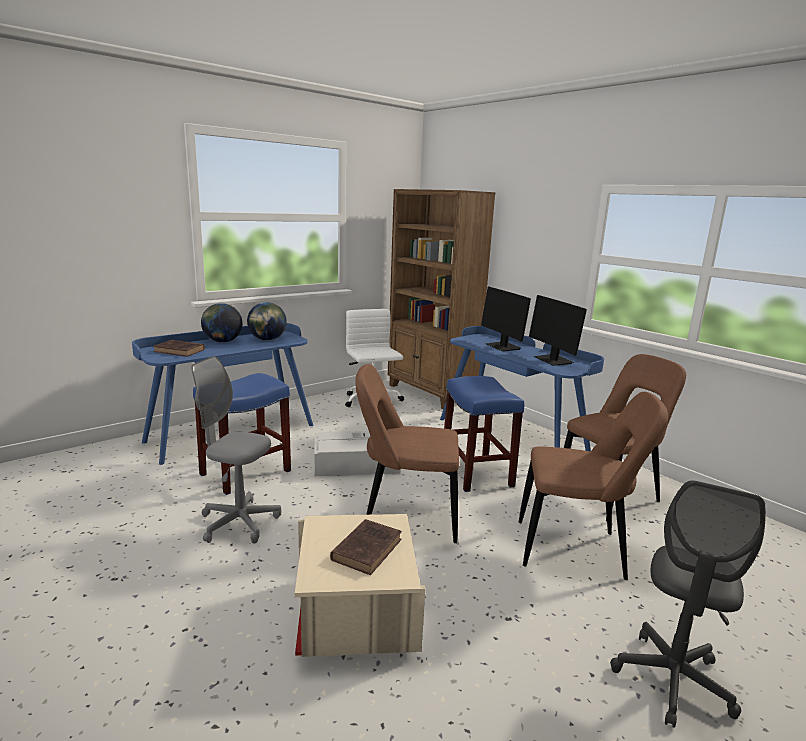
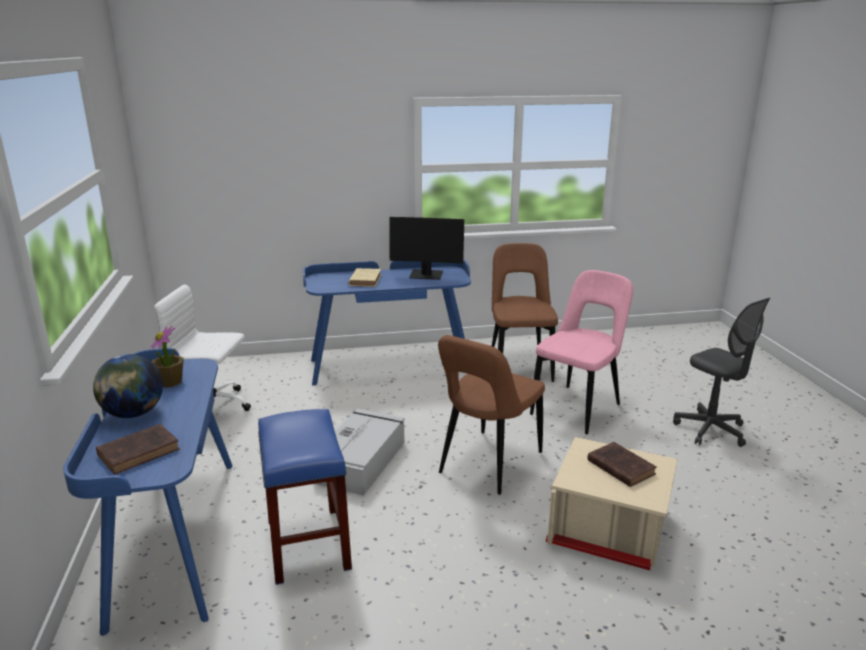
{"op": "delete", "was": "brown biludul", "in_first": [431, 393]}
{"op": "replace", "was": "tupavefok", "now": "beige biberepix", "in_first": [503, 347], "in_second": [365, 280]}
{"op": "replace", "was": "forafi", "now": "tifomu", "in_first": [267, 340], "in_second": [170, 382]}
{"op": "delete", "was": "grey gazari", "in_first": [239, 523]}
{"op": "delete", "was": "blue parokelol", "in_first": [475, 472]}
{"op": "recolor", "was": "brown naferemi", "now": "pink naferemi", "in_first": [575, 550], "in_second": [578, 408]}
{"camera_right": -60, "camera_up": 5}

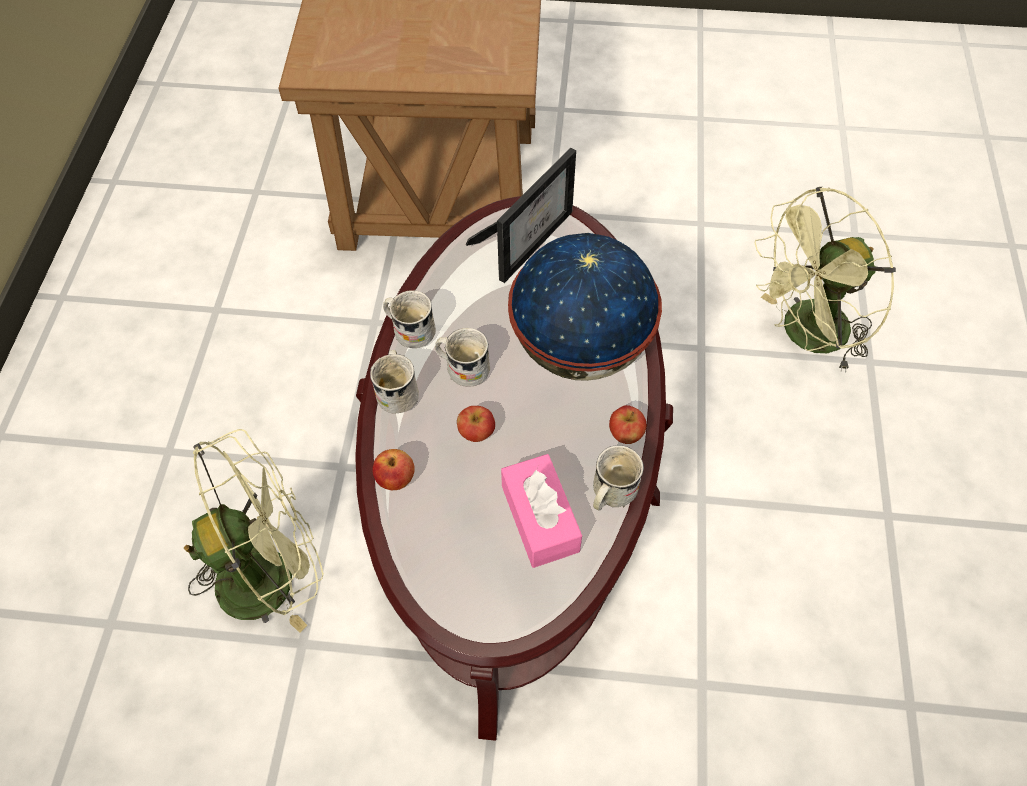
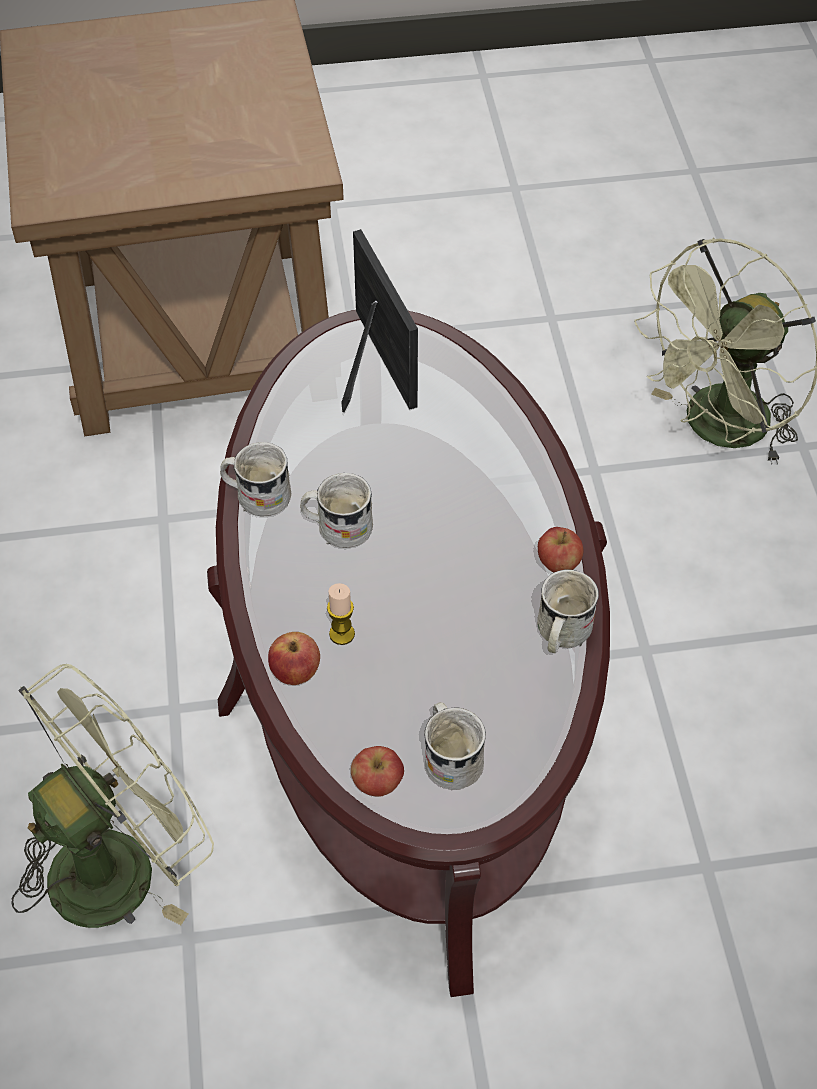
{"op": "rotate", "was": "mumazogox", "in_first": [528, 238], "in_second": [370, 360], "clockwise": -45}
{"op": "delete", "was": "forafi", "in_first": [579, 349]}
{"op": "move", "was": "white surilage", "in_first": [398, 390], "in_second": [451, 756]}
{"op": "move", "was": "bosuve", "in_first": [476, 432], "in_second": [377, 782]}
{"op": "delete", "was": "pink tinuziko", "in_first": [540, 518]}
{"op": "insert", "now": "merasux", "in_second": [342, 634]}
{"camera_right": -15, "camera_up": -5}

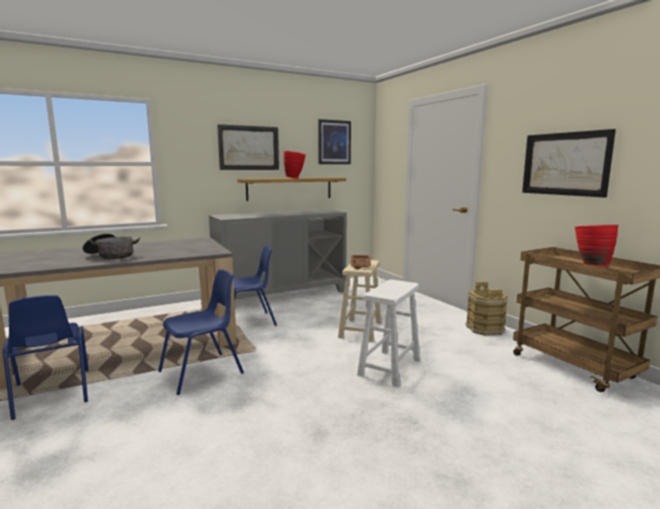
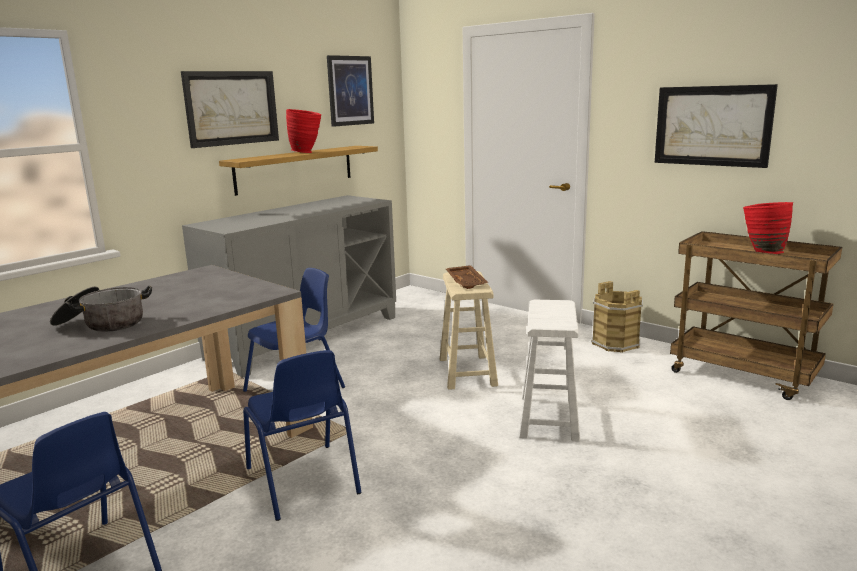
{"op": "rotate", "was": "blue naferemi", "in_first": [202, 372], "in_second": [303, 482], "clockwise": 120}
{"camera_right": -20, "camera_up": 5}

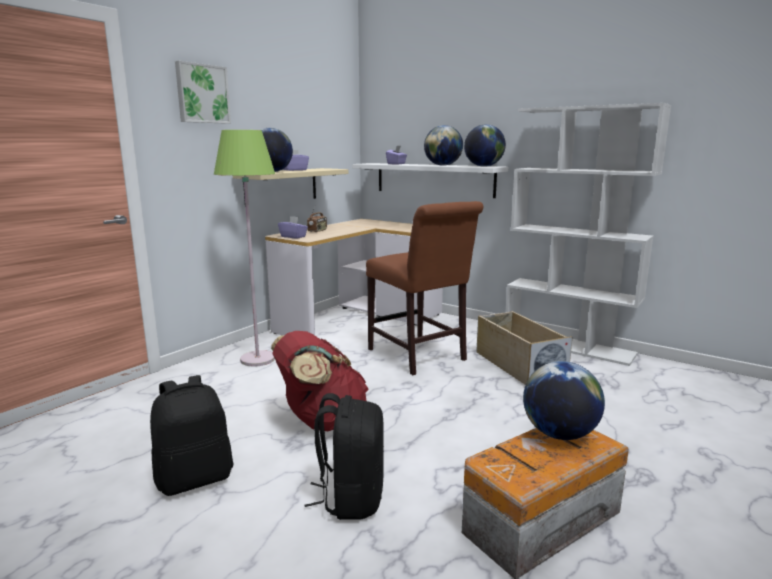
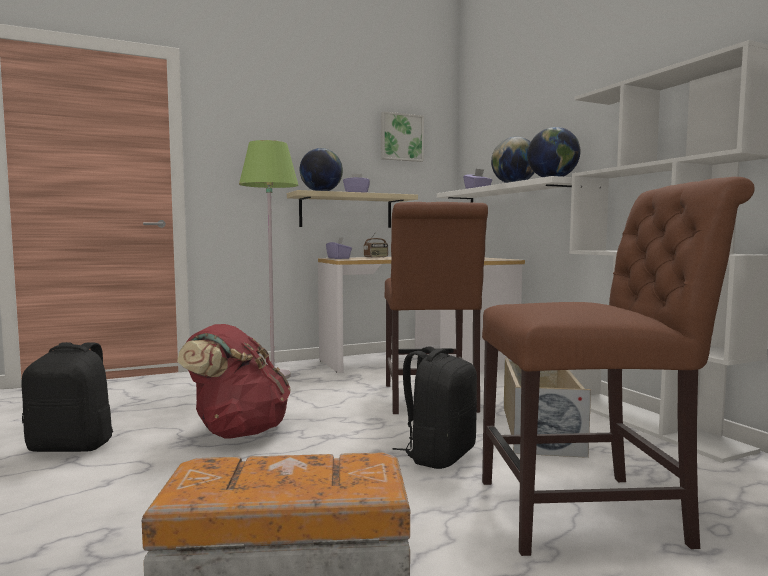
{"op": "move", "was": "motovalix", "in_first": [202, 94], "in_second": [401, 137]}
{"op": "delete", "was": "forafi", "in_first": [559, 434]}
{"op": "move", "was": "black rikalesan", "in_first": [351, 498], "in_second": [438, 455]}
{"op": "insert", "now": "brown naferemi", "in_second": [591, 512]}
{"camera_right": 30, "camera_up": -10}

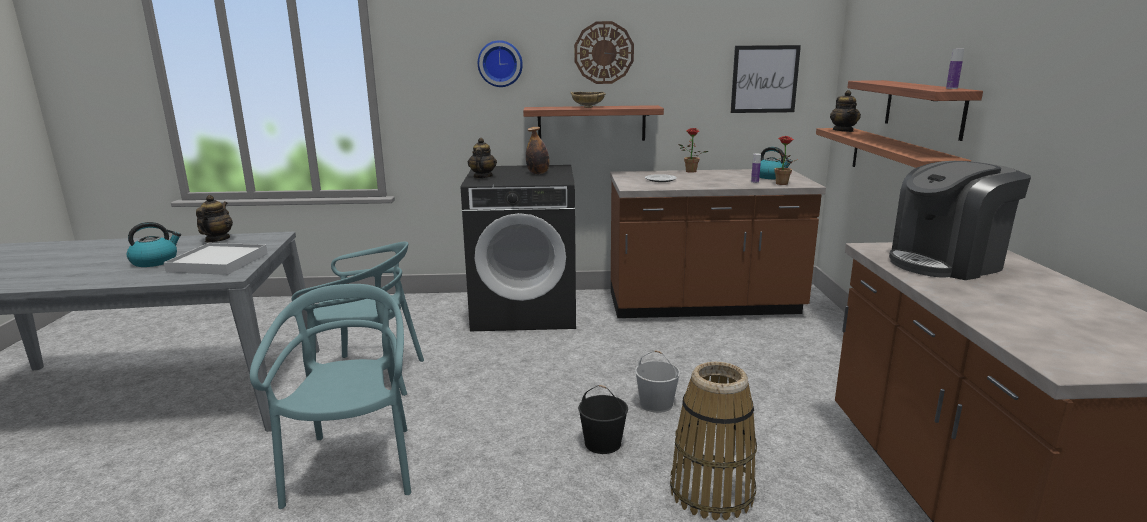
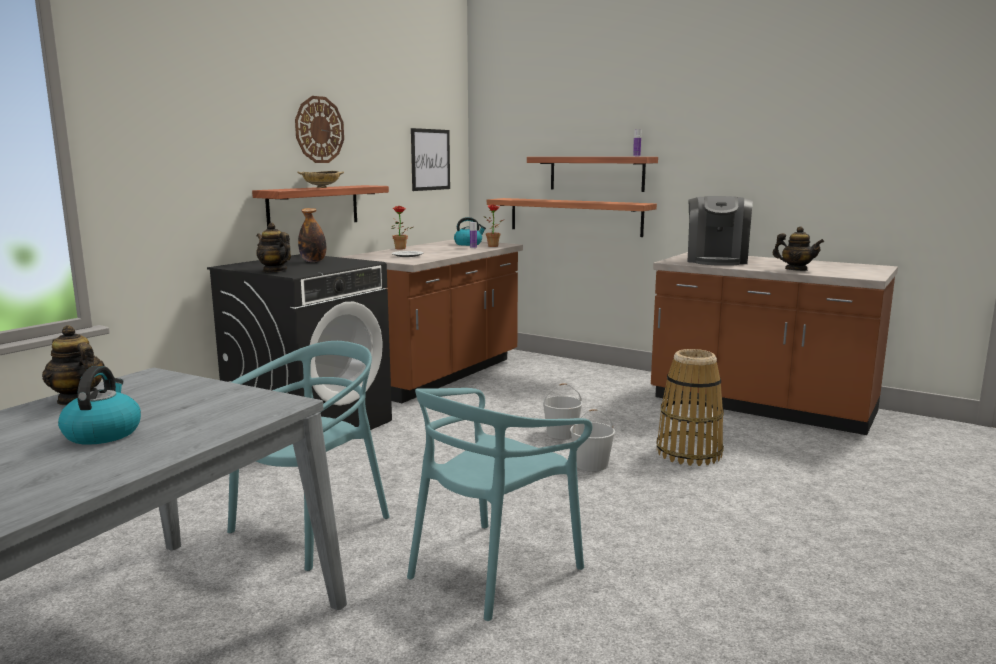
{"op": "delete", "was": "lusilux", "in_first": [500, 63]}
{"op": "move", "was": "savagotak", "in_first": [843, 131], "in_second": [796, 270]}
{"op": "delete", "was": "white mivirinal", "in_first": [218, 262]}
{"op": "rotate", "was": "turquoise naferemi", "in_first": [354, 467], "in_second": [493, 569], "clockwise": -75}
{"op": "recolor", "was": "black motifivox", "now": "white motifivox", "in_first": [602, 443], "in_second": [591, 464]}
{"camera_right": -55, "camera_up": -5}

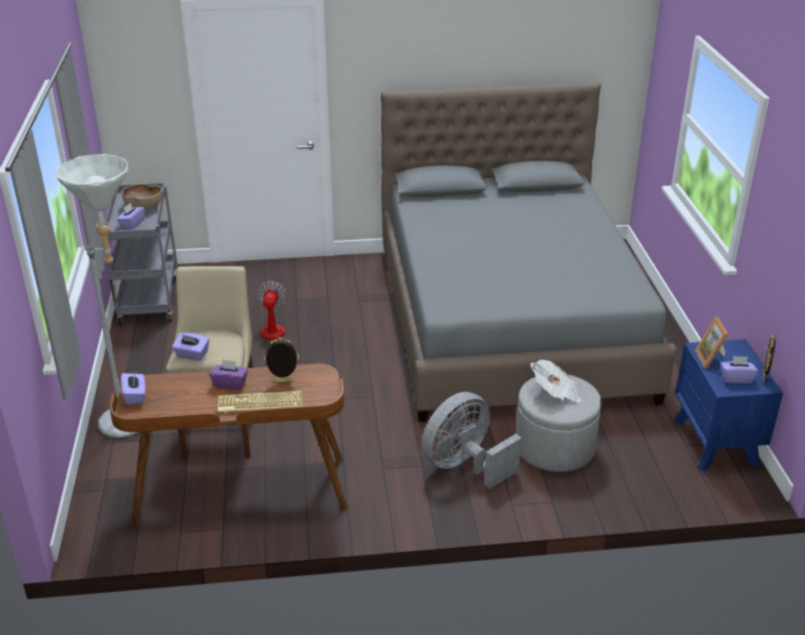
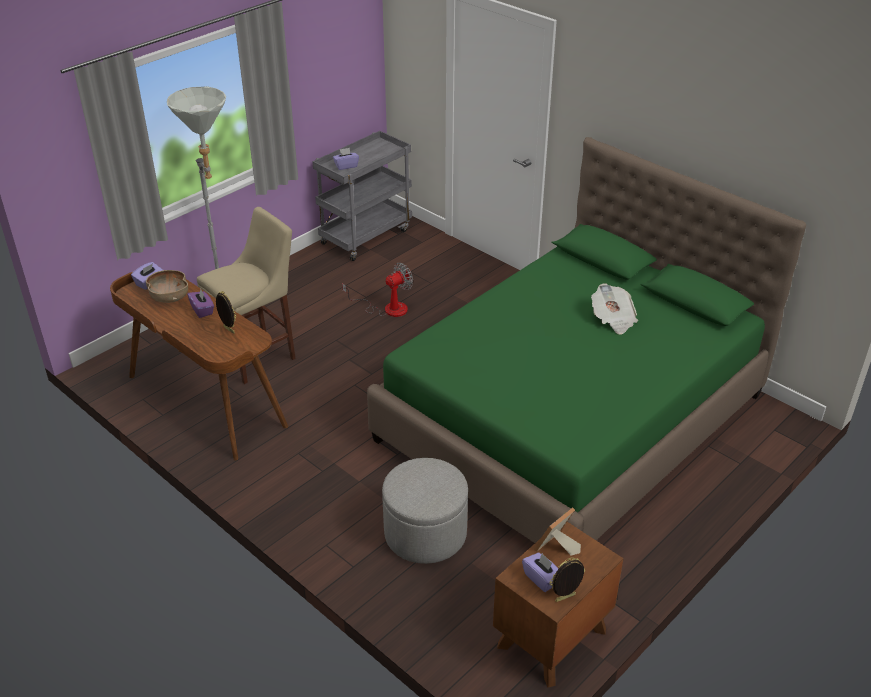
{"op": "recolor", "was": "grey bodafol", "now": "green bodafol", "in_first": [509, 321], "in_second": [571, 417]}
{"op": "move", "was": "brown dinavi", "in_first": [143, 207], "in_second": [169, 297]}
{"op": "delete", "was": "purple tinuziko", "in_first": [192, 354]}
{"op": "recolor", "was": "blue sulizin", "now": "brown sulizin", "in_first": [716, 442], "in_second": [551, 638]}
{"op": "move", "was": "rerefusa", "in_first": [555, 393], "in_second": [613, 319]}
{"op": "delete", "was": "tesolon", "in_first": [259, 403]}
{"op": "delete", "was": "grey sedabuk", "in_first": [464, 466]}
{"camera_right": 50, "camera_up": 5}

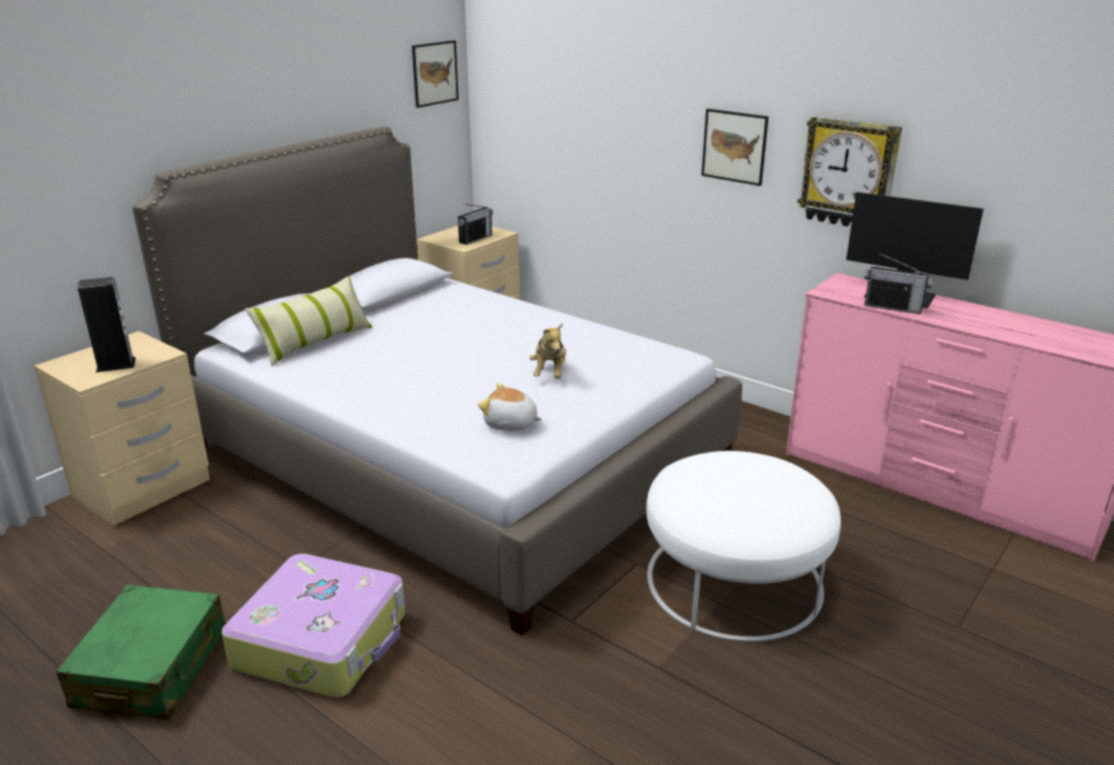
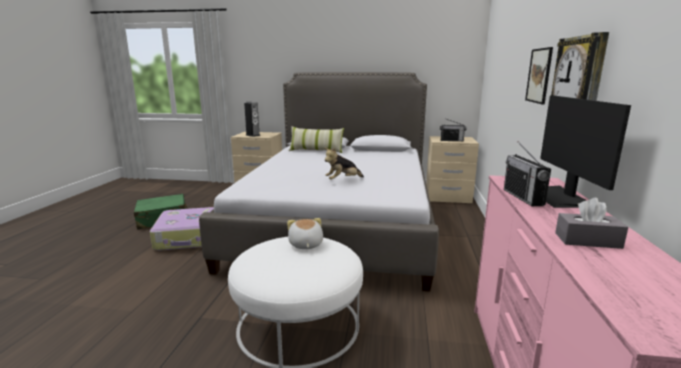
{"op": "delete", "was": "motovalix", "in_first": [435, 73]}
{"op": "move", "was": "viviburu", "in_first": [510, 424], "in_second": [305, 244]}
{"op": "insert", "now": "grey tinuziko", "in_second": [587, 240]}
{"camera_right": 60, "camera_up": -10}

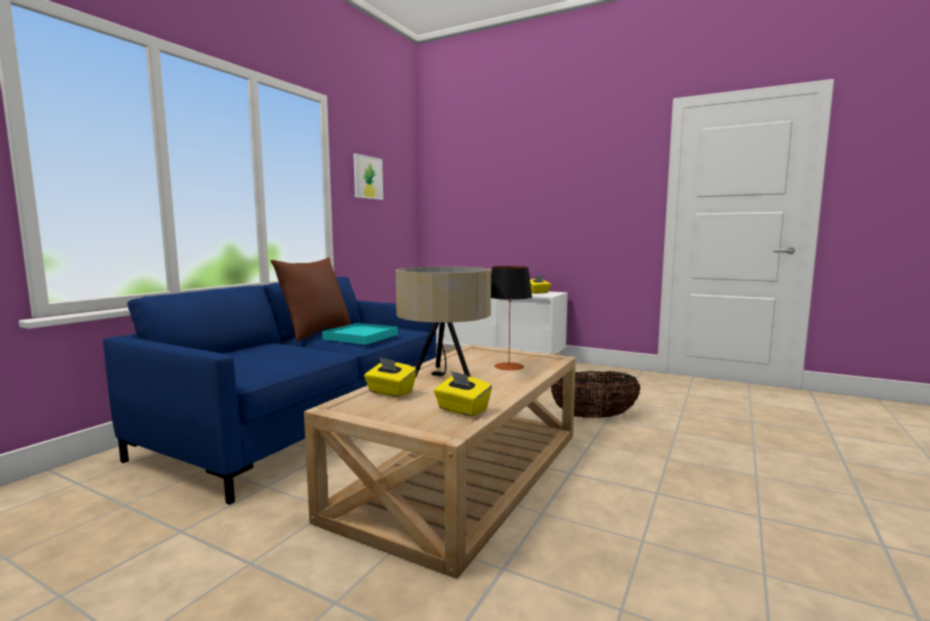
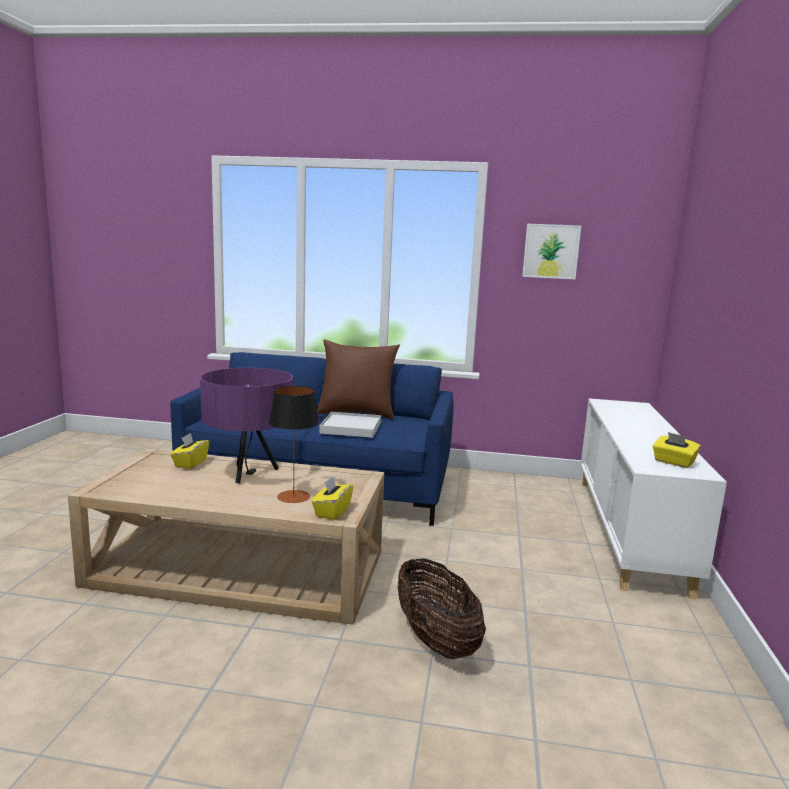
{"op": "recolor", "was": "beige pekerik", "now": "purple pekerik", "in_first": [444, 376], "in_second": [248, 475]}
{"op": "recolor", "was": "turquoise mivirinal", "now": "white mivirinal", "in_first": [361, 337], "in_second": [351, 428]}
{"op": "move", "was": "yellow tinuziko", "in_first": [462, 410], "in_second": [332, 511]}
{"camera_right": 70, "camera_up": 5}

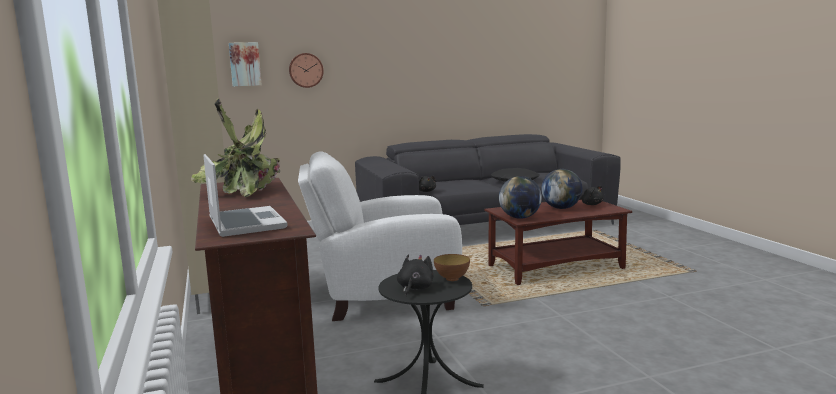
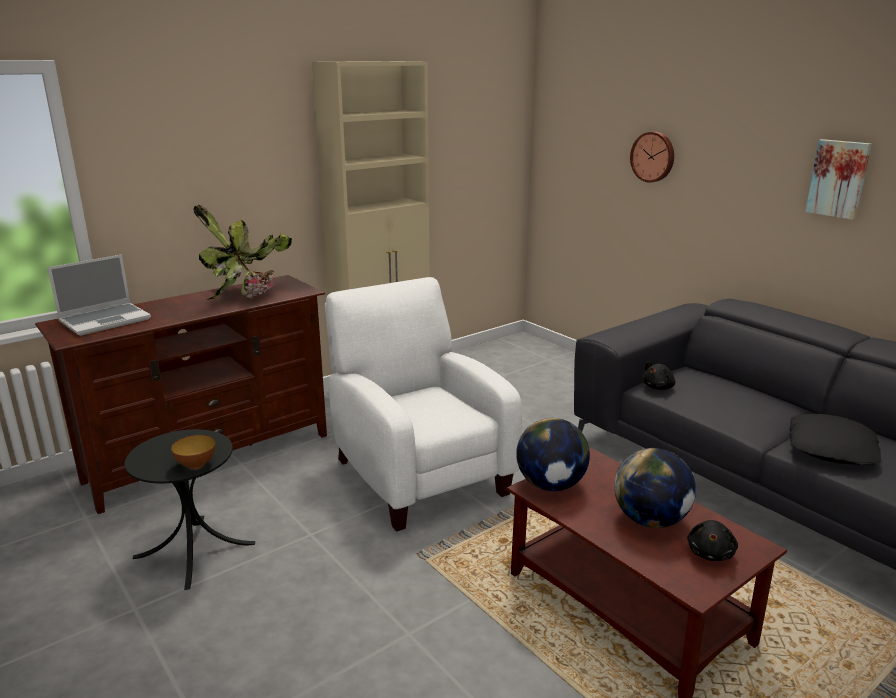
{"op": "move", "was": "motovalix", "in_first": [245, 64], "in_second": [839, 178]}
{"op": "delete", "was": "black viviburu", "in_first": [414, 288]}
{"camera_right": 70, "camera_up": 10}

